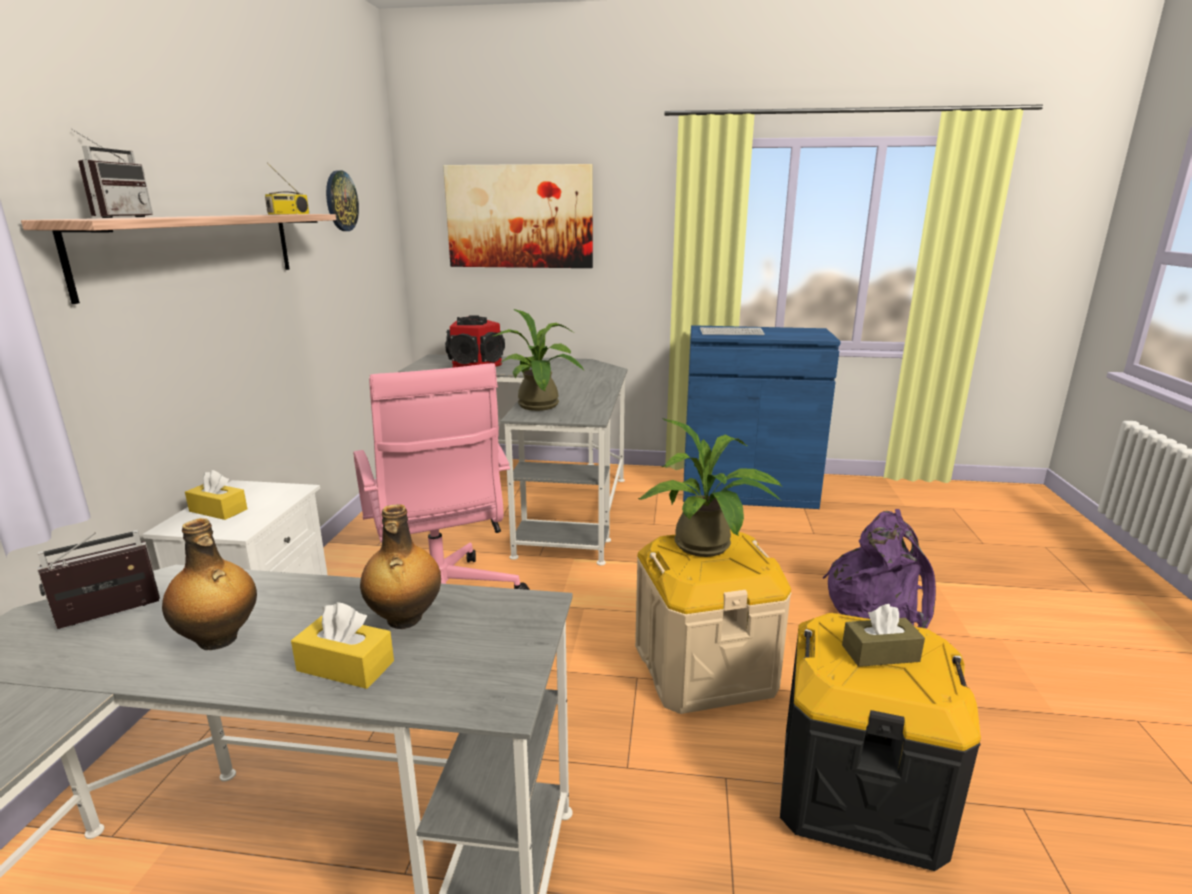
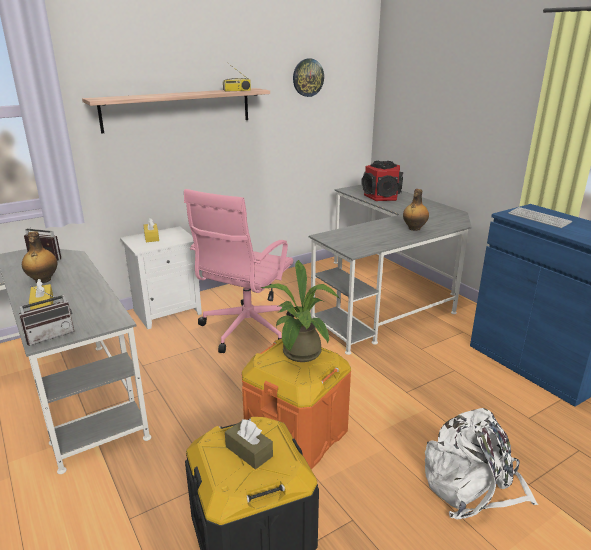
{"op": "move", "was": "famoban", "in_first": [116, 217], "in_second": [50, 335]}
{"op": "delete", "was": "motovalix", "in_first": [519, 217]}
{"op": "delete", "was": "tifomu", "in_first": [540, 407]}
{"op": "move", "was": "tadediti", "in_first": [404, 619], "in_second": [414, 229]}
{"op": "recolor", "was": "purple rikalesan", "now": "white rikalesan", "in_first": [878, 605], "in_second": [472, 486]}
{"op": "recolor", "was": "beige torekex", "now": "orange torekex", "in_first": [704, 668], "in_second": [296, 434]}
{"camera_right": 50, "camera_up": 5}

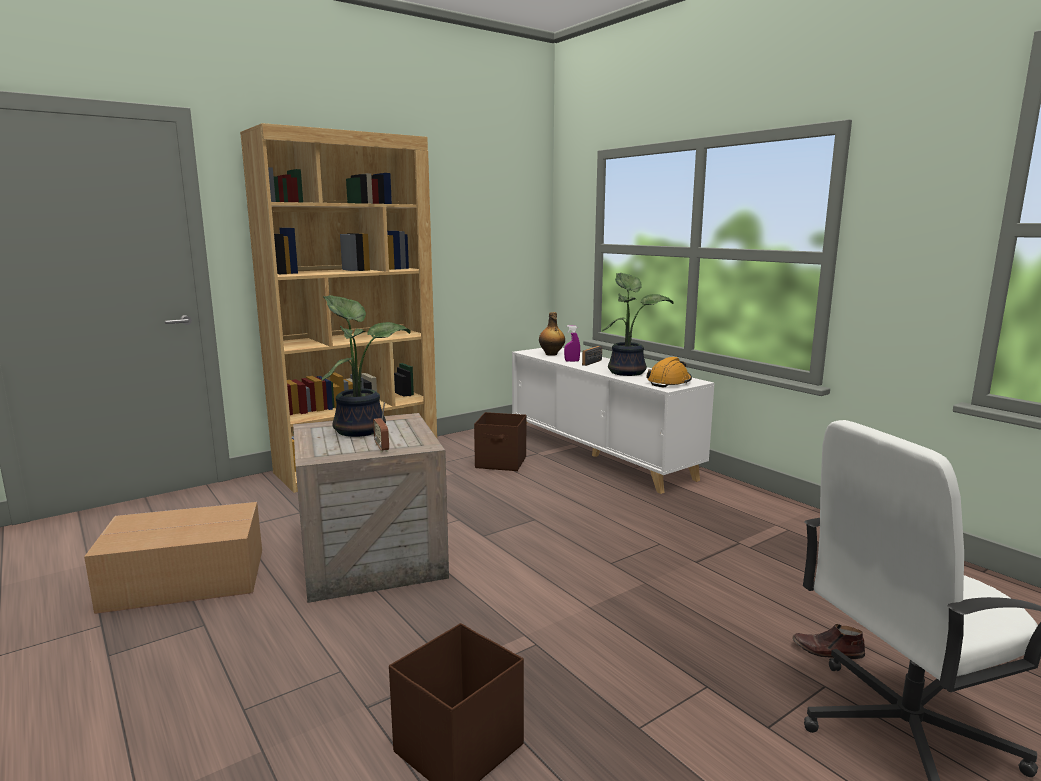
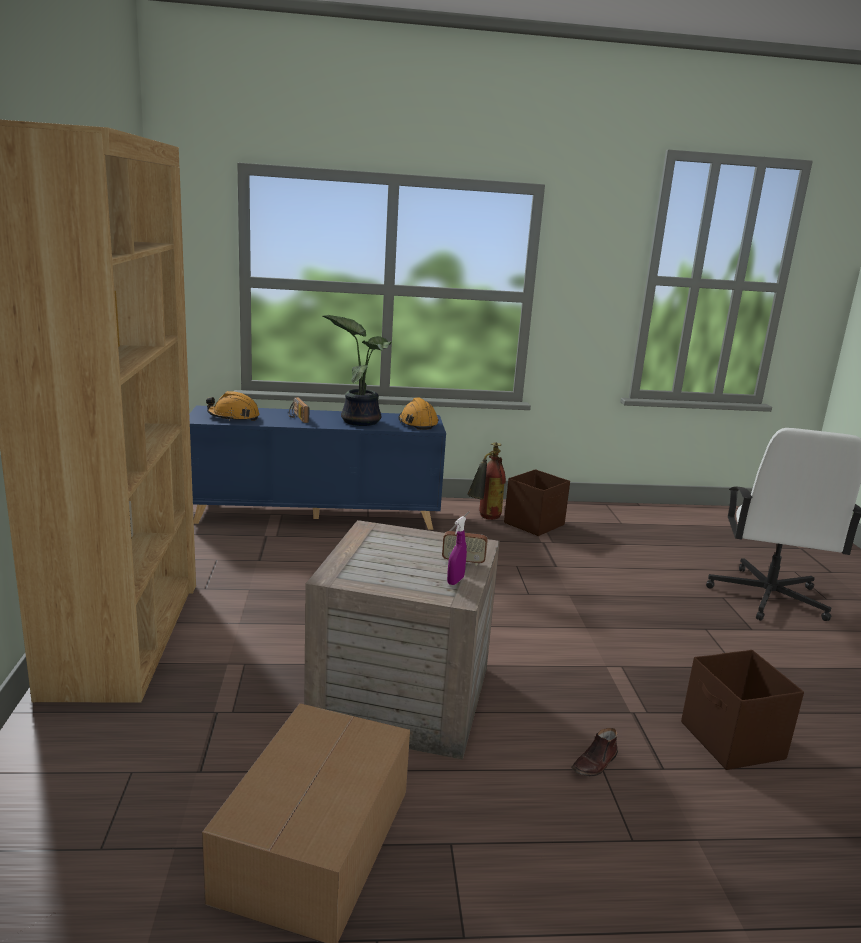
{"op": "delete", "was": "tifomu", "in_first": [361, 429]}
{"op": "replace", "was": "tadediti", "now": "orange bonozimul", "in_first": [551, 354], "in_second": [233, 417]}
{"op": "move", "was": "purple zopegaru", "in_first": [572, 361], "in_second": [455, 581]}
{"op": "recolor", "was": "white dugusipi", "now": "blue dugusipi", "in_first": [600, 454], "in_second": [317, 515]}
{"op": "move", "was": "brown torekex", "in_first": [501, 463], "in_second": [535, 524]}
{"op": "move", "was": "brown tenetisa", "in_first": [827, 651], "in_second": [595, 763]}
{"op": "insert", "now": "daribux", "in_second": [484, 518]}
{"camera_right": -60, "camera_up": 5}

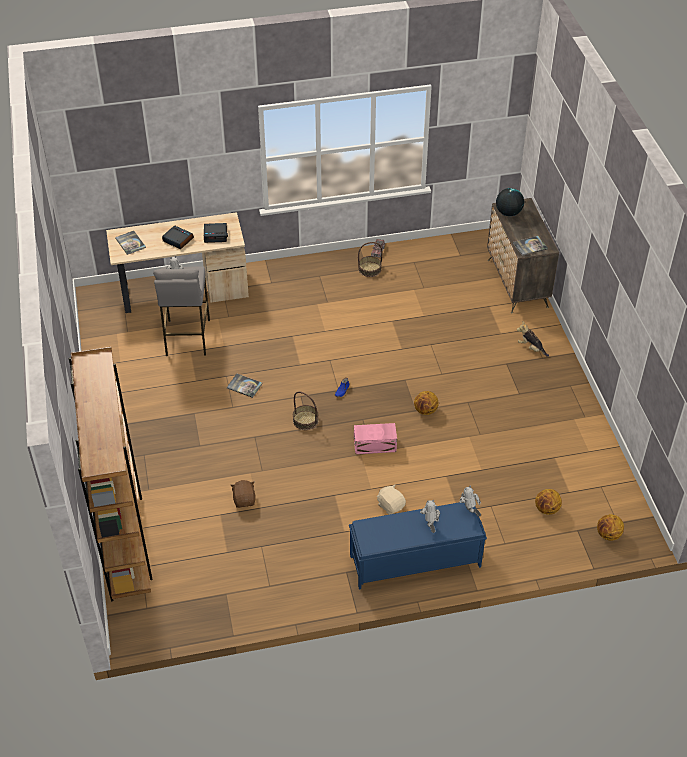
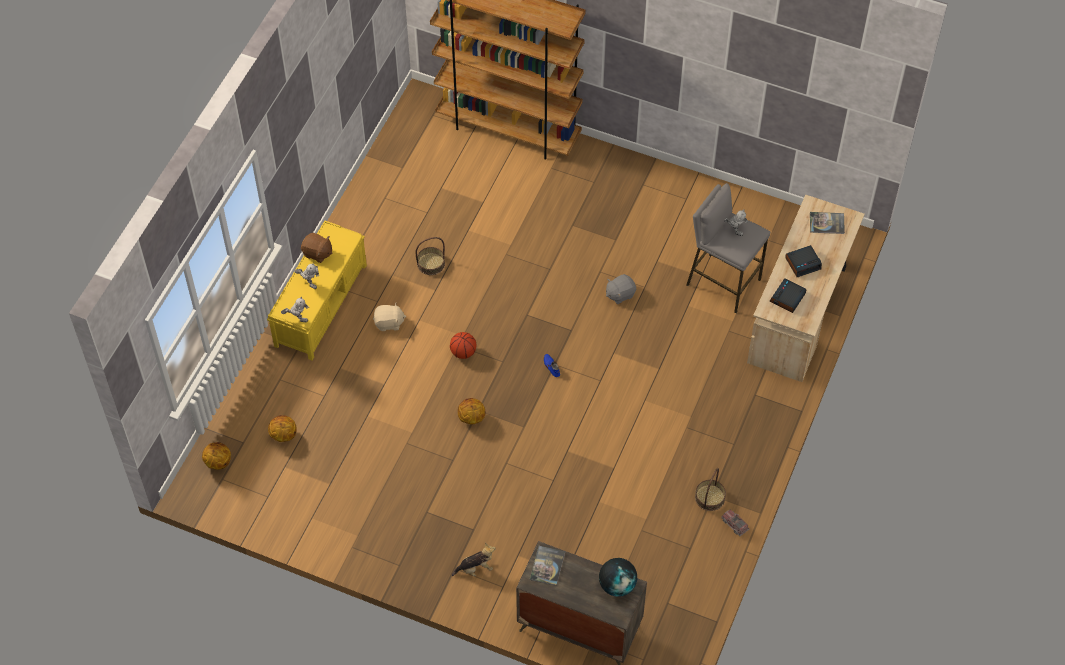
{"op": "replace", "was": "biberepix", "now": "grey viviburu", "in_first": [244, 386], "in_second": [620, 294]}
{"op": "move", "was": "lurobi", "in_first": [305, 420], "in_second": [431, 264]}
{"op": "replace", "was": "pink torekex", "now": "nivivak", "in_first": [375, 445], "in_second": [463, 352]}
{"op": "move", "was": "brown viviburu", "in_first": [244, 500], "in_second": [317, 253]}
{"op": "recolor", "was": "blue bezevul", "now": "yellow bezevul", "in_first": [414, 561], "in_second": [321, 304]}
{"camera_right": 125, "camera_up": 10}

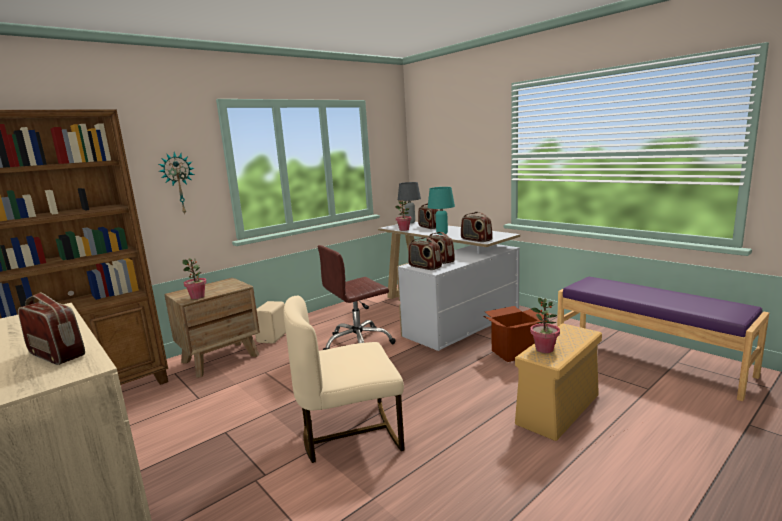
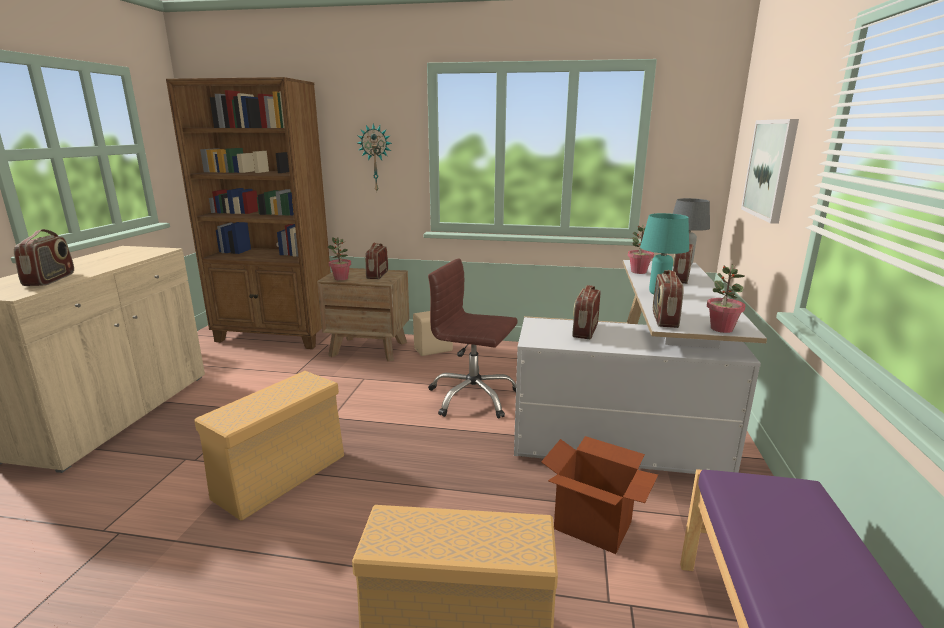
{"op": "move", "was": "famoban", "in_first": [424, 267], "in_second": [377, 275]}
{"op": "replace", "was": "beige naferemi", "now": "beige torekex", "in_first": [350, 434], "in_second": [282, 475]}
{"op": "move", "was": "tifomu", "in_first": [544, 349], "in_second": [721, 329]}
{"op": "insert", "now": "motovalix", "in_second": [770, 169]}
{"camera_right": 50, "camera_up": 5}

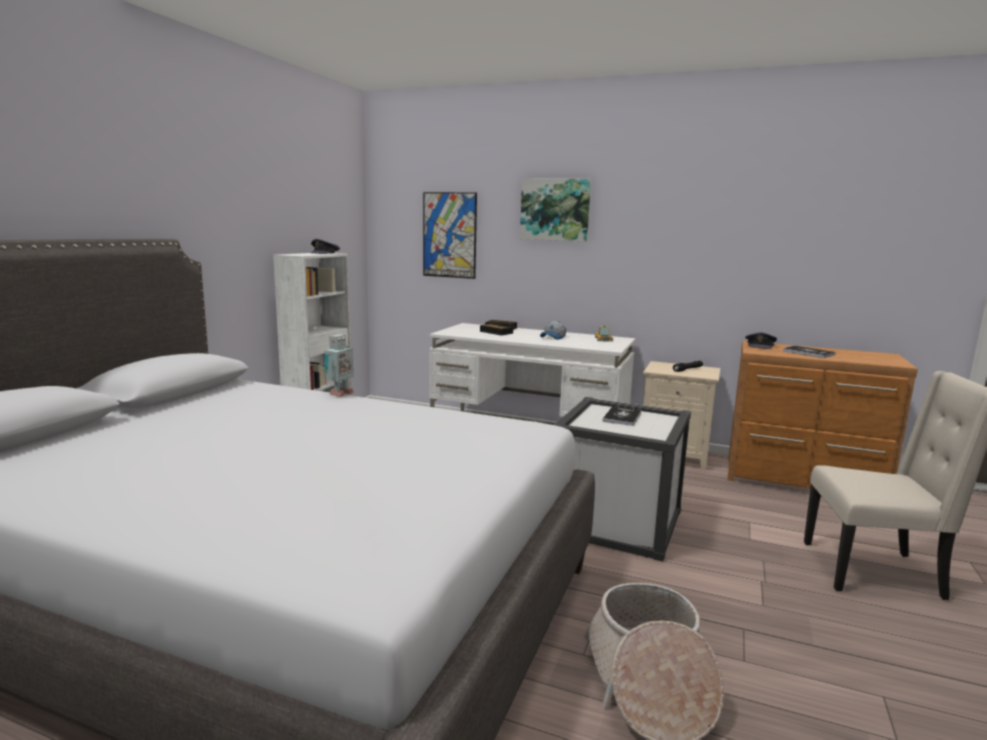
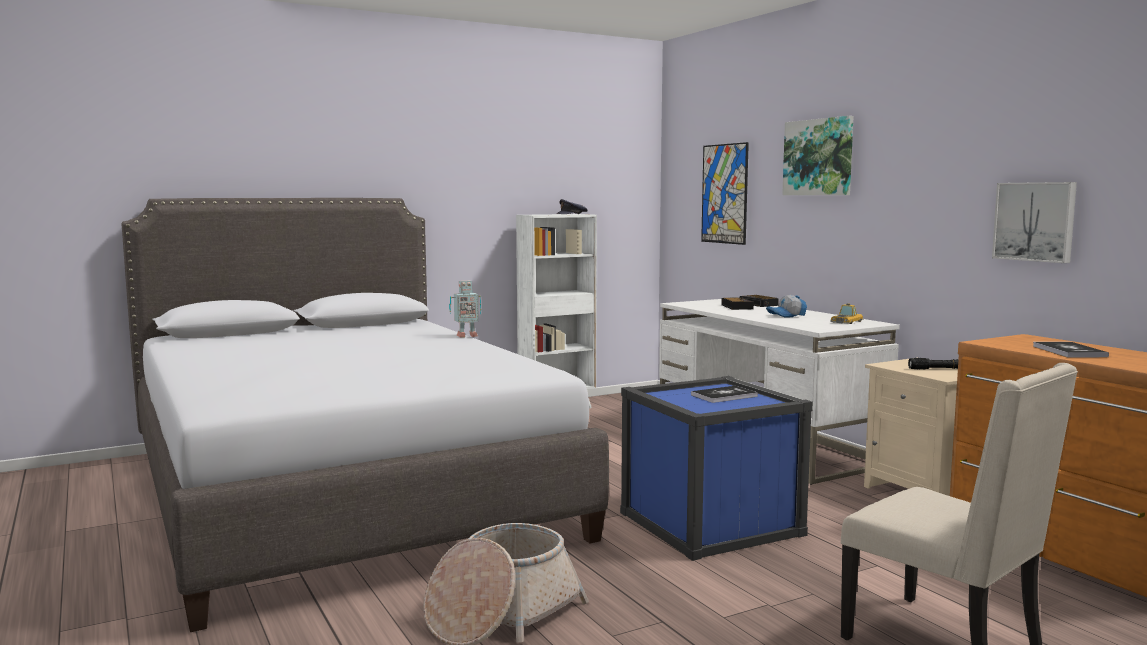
{"op": "delete", "was": "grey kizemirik", "in_first": [760, 346]}
{"op": "recolor", "was": "white torekex", "now": "blue torekex", "in_first": [617, 522], "in_second": [711, 524]}
{"op": "insert", "now": "motovalix", "in_second": [1035, 221]}
{"camera_right": 40, "camera_up": -5}

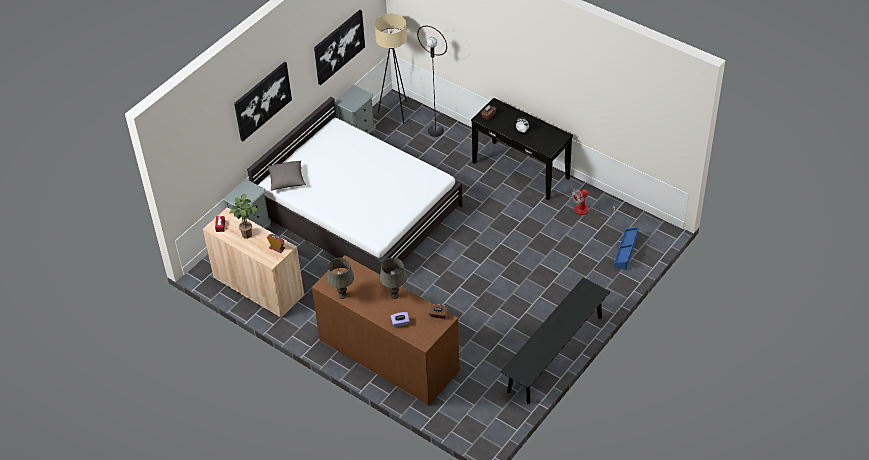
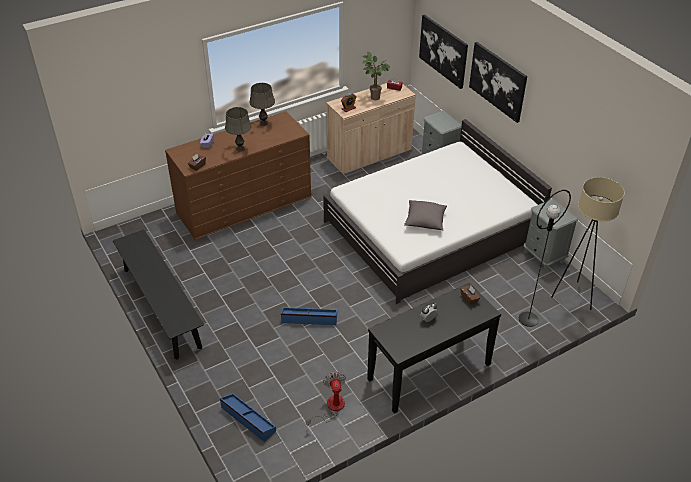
{"op": "move", "was": "motovalix", "in_first": [339, 46], "in_second": [443, 51]}
{"op": "move", "was": "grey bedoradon", "in_first": [287, 181], "in_second": [425, 221]}
{"op": "insert", "now": "blue torekex", "in_second": [309, 319]}
{"camera_right": 110, "camera_up": -5}

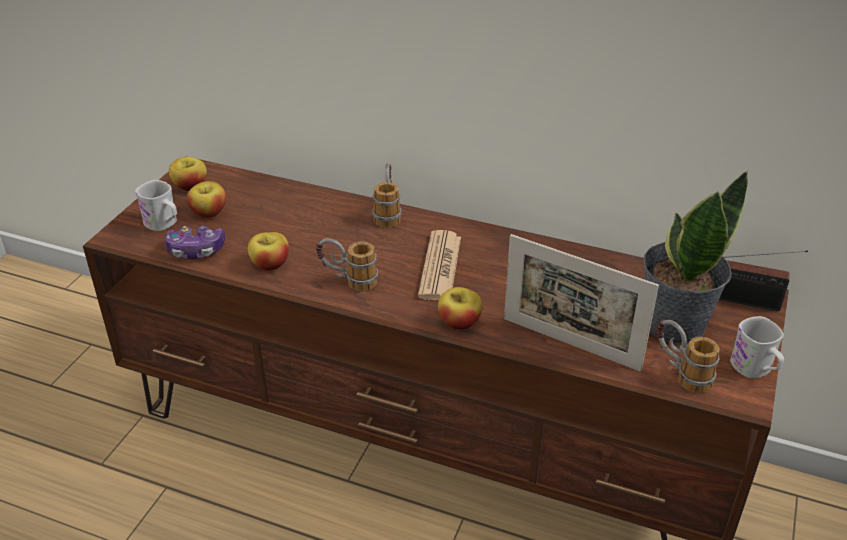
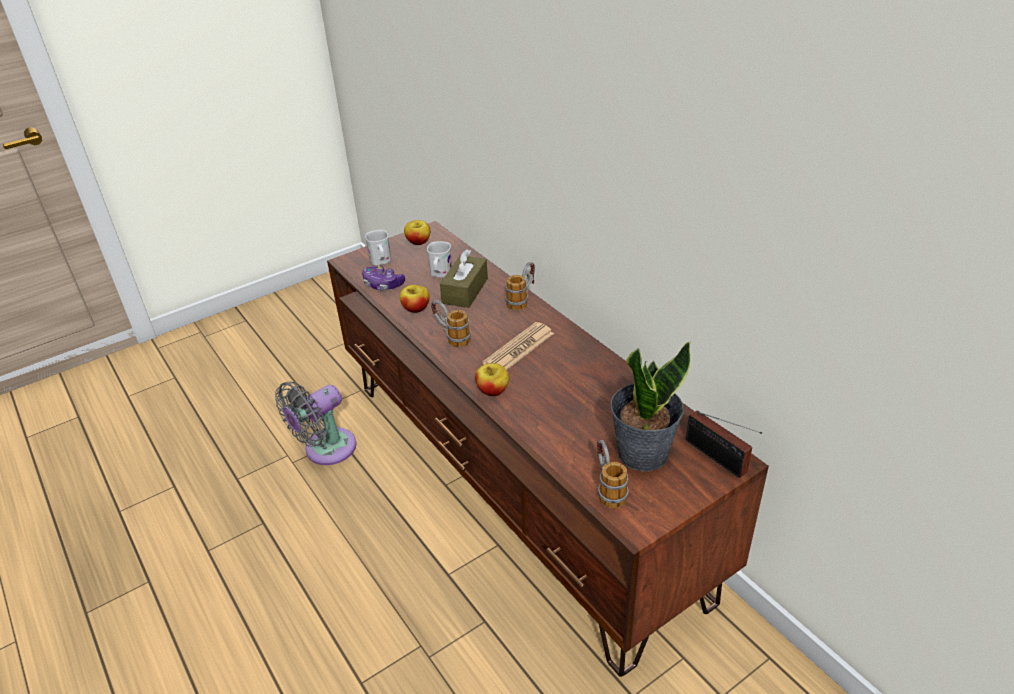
{"op": "delete", "was": "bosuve", "in_first": [209, 212]}
{"op": "delete", "was": "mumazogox", "in_first": [570, 344]}
{"op": "move", "was": "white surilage", "in_first": [755, 370], "in_second": [440, 274]}
{"op": "insert", "now": "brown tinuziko", "in_second": [465, 291]}
{"op": "insert", "now": "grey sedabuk", "in_second": [325, 450]}
{"camera_right": 35, "camera_up": 0}

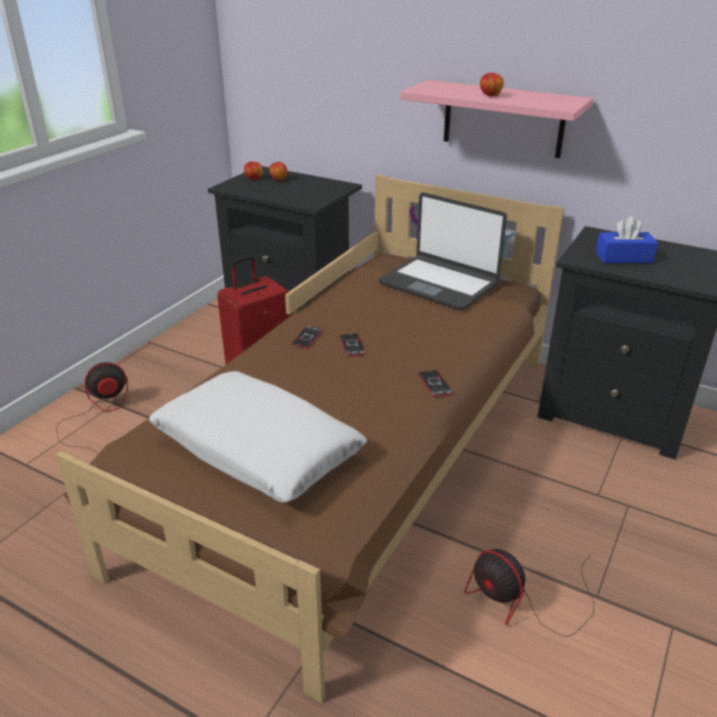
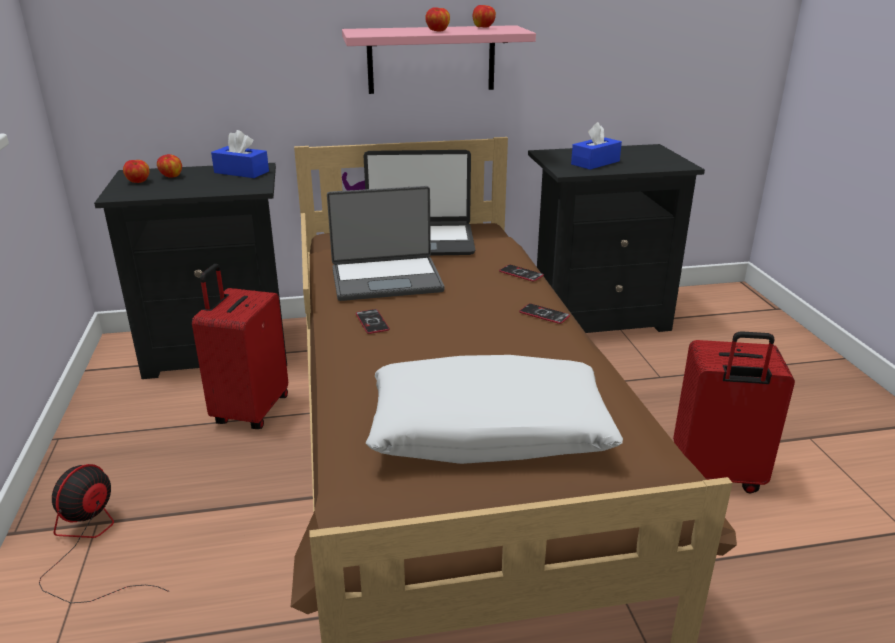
{"op": "move", "was": "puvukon", "in_first": [352, 345], "in_second": [521, 274]}
{"op": "replace", "was": "sedabuk", "now": "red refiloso", "in_first": [523, 601], "in_second": [715, 476]}
{"op": "insert", "now": "bosuve", "in_second": [484, 27]}
{"op": "insert", "now": "blue tinuziko", "in_second": [241, 172]}
{"op": "insert", "now": "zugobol", "in_second": [386, 279]}
{"camera_right": -40, "camera_up": -5}

